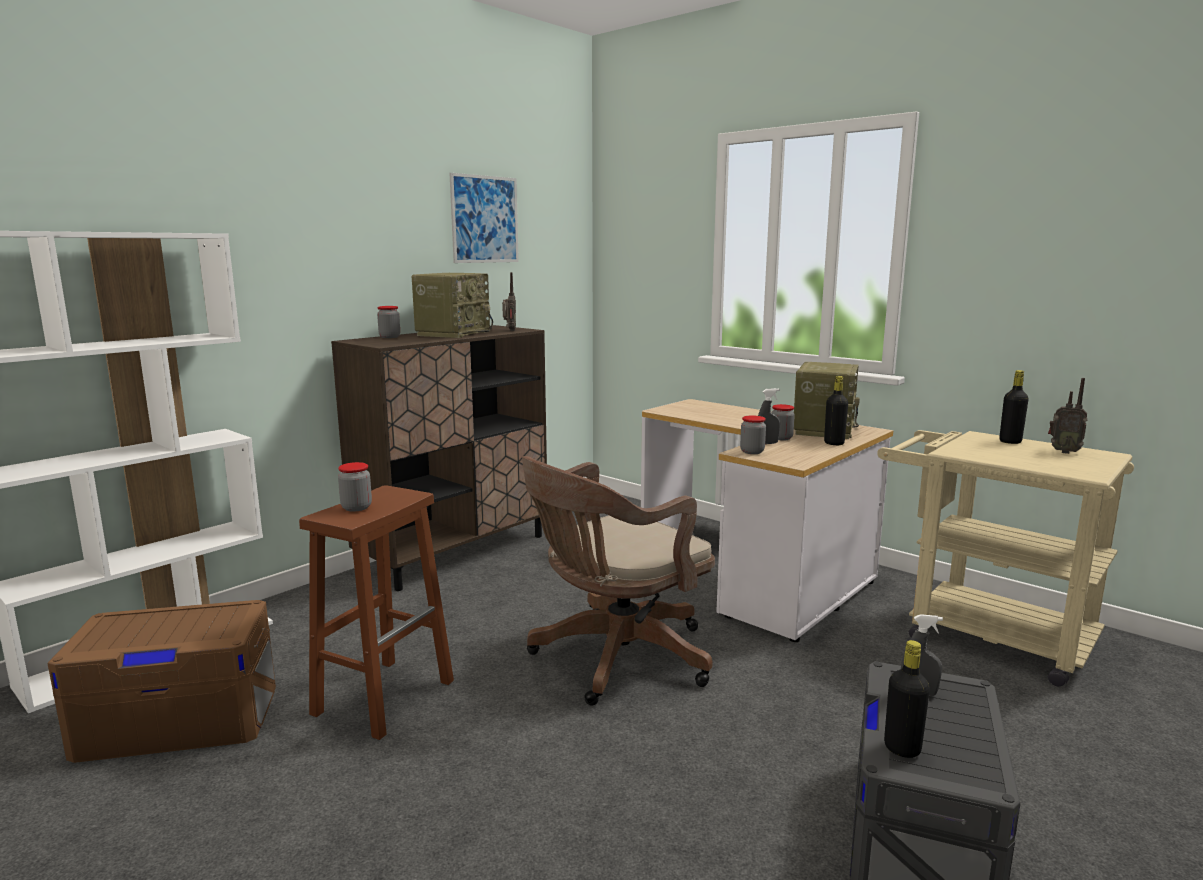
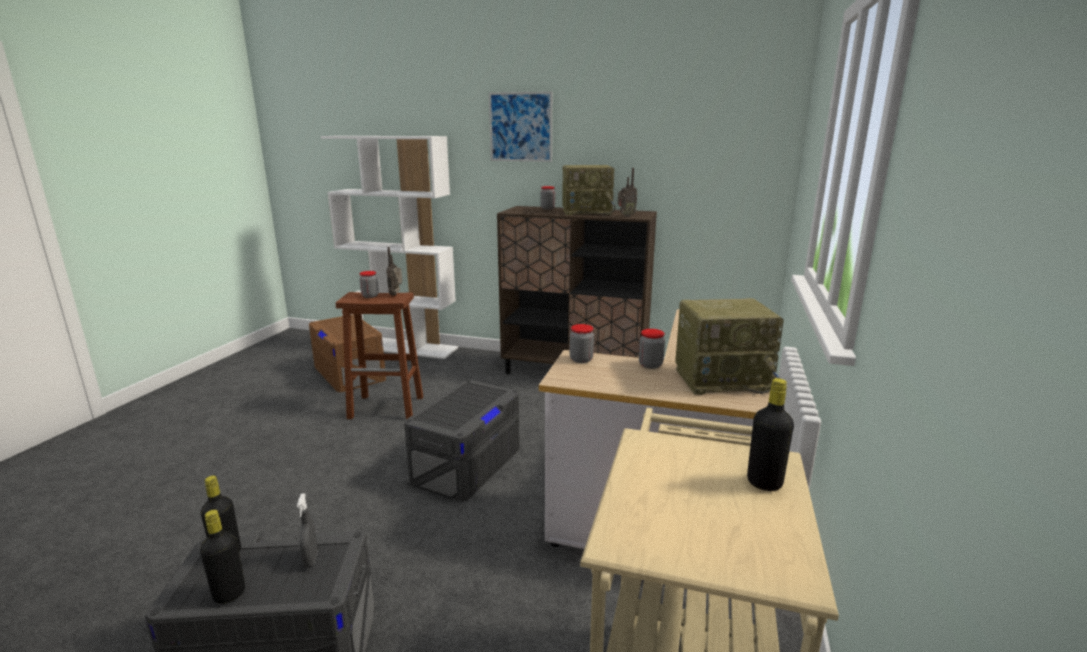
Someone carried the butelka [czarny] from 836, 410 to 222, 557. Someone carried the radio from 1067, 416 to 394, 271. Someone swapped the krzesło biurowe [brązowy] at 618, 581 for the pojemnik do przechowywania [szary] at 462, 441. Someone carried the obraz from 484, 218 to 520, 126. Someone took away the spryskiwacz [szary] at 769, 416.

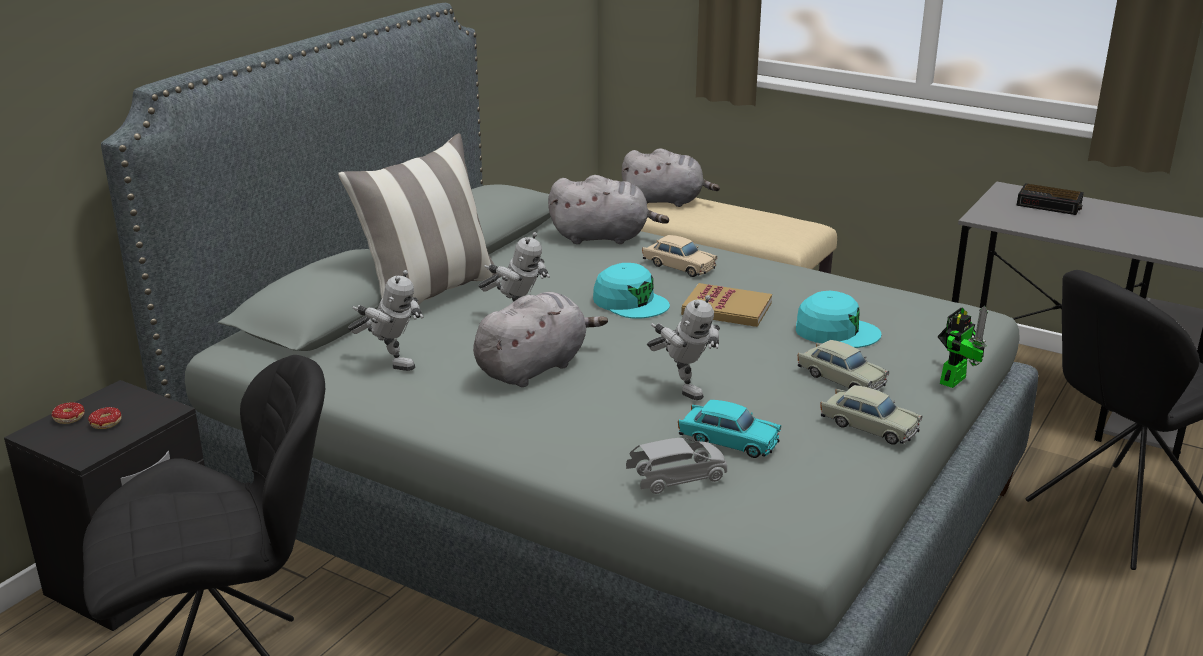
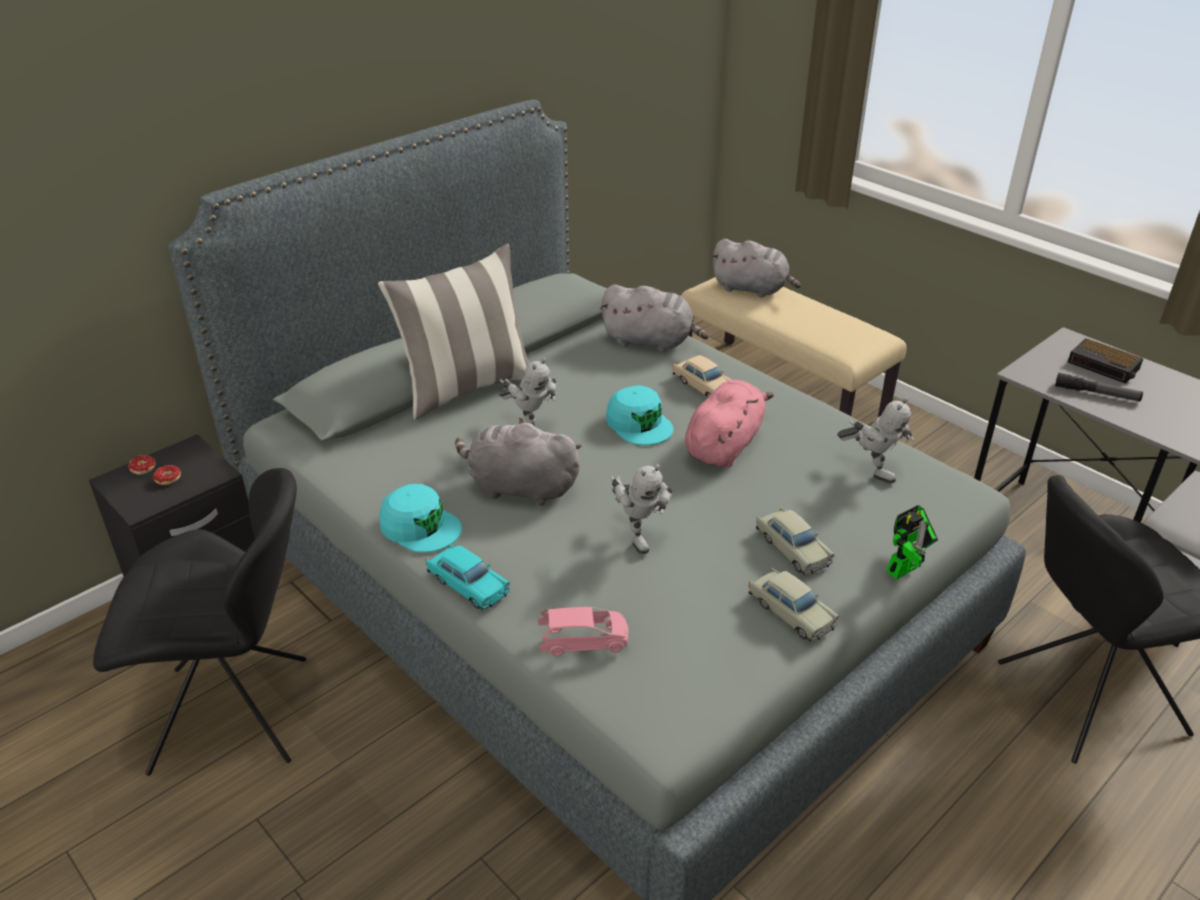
Someone carried the czapka z daszkiem [turkusowy] from 838, 319 to 420, 518. Someone carried the samochodzik [turkusowy] from 729, 429 to 468, 577. Someone rotated the pluszak [szary] at 540, 339 by 135 degrees counterclockwise. Someone repainted the samochodzik [szary] at 676, 466, which became the samochodzik [różowy] at 583, 631. Someone swapped the książka at 726, 305 for the pluszak [różowy] at 729, 424. Someone carried the robot zabawkowy from 385, 320 to 875, 440. Someone put down the latarka at 1099, 387.

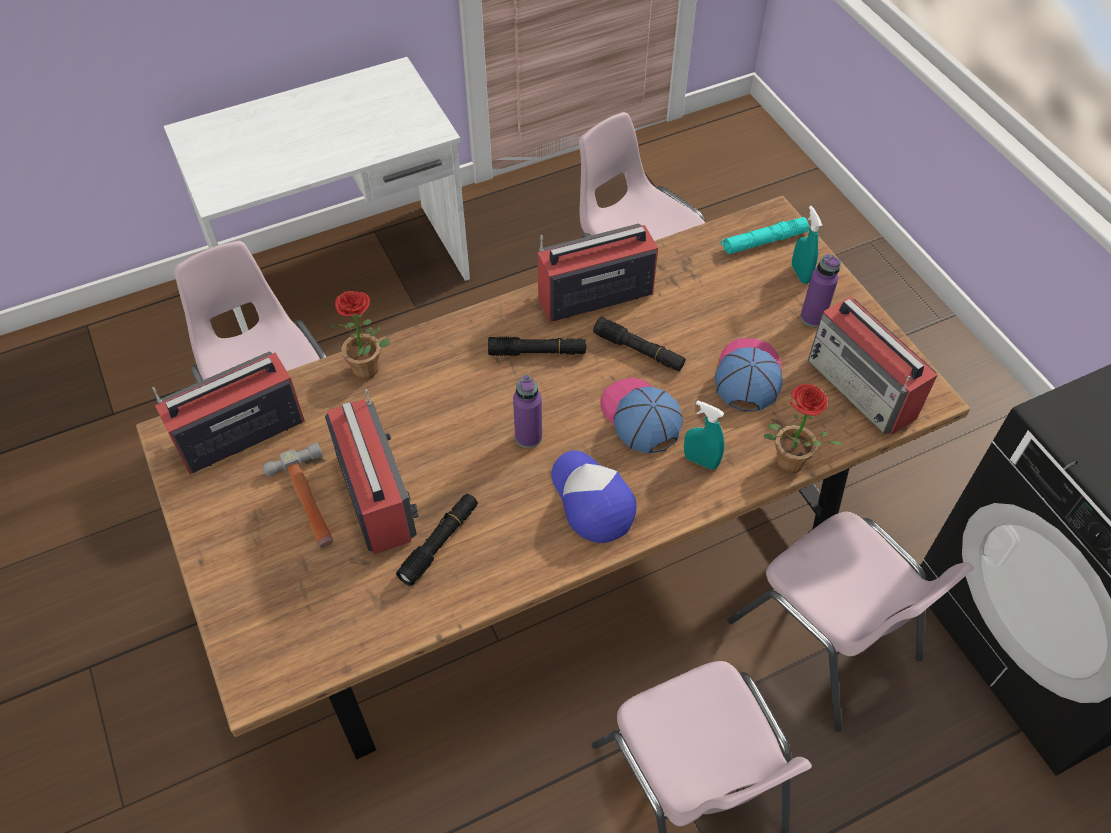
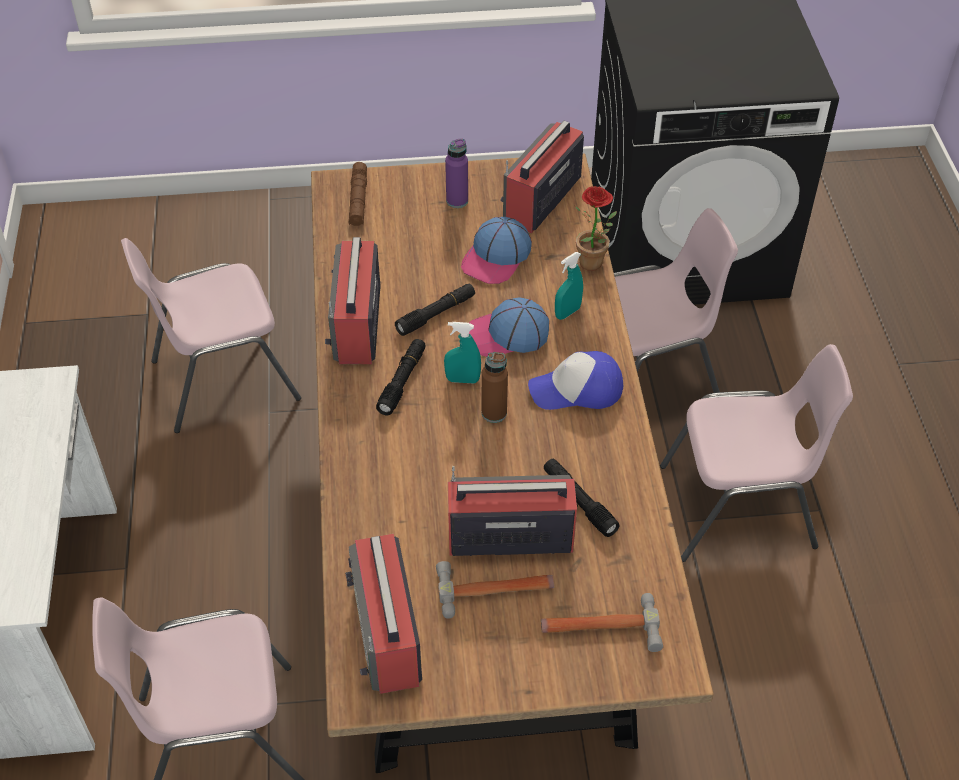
Someone repainted the latarka [turkusowy] at 765, 236, which became the latarka [brązowy] at 357, 194. Someone carried the spryskiwacz [turkusowy] from 807, 245 to 462, 353. Someone rotated the czapka z daszkiem at 749, 375 by 90 degrees counterclockwise. Someone repainted the butelka [fioletowy] at 527, 411, which became the butelka [brązowy] at 495, 387. Someone rotated the radio at 872, 366 by 135 degrees clockwise. Someone put down the młotek at 602, 622. Someone took away the roślina doniczkowa at 359, 335.

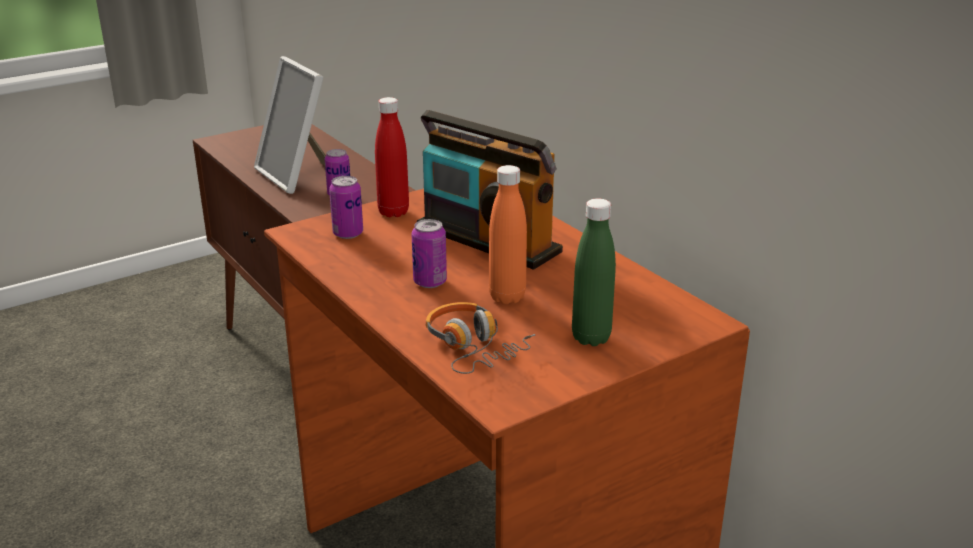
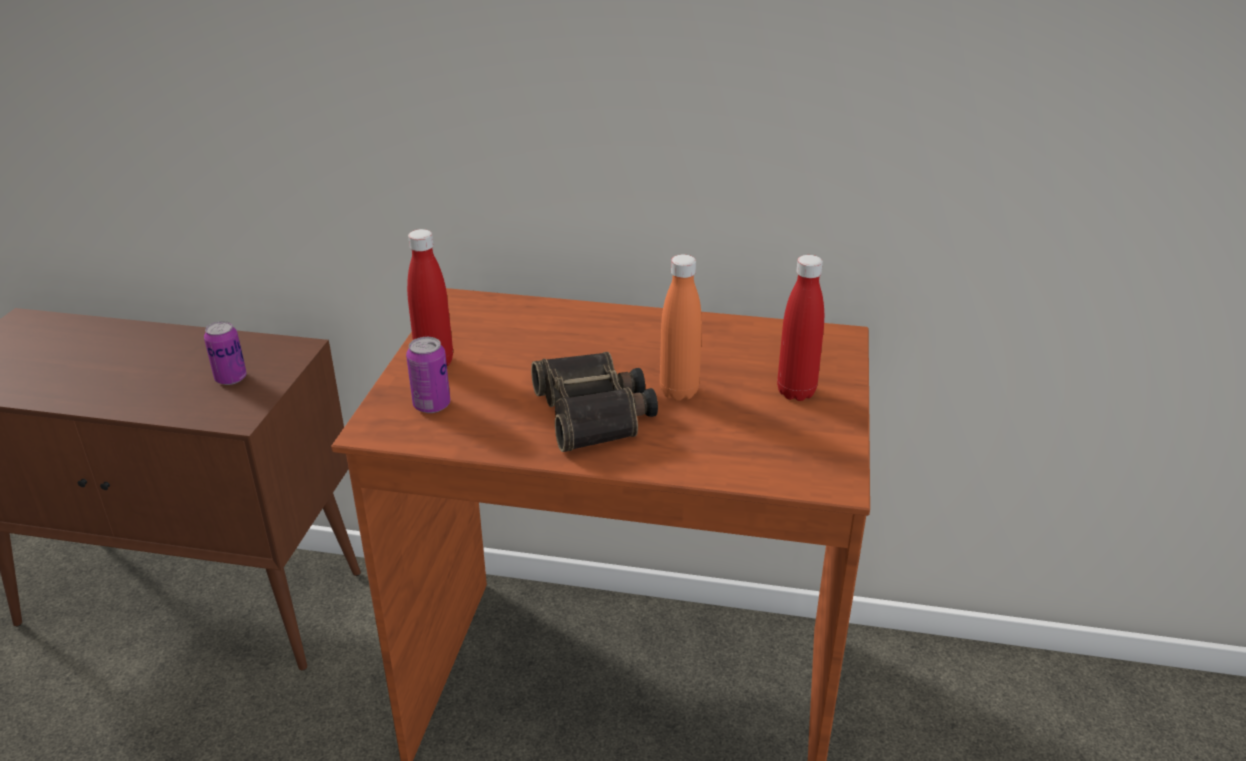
Someone swapped the puszka at 429, 253 for the lornetka at 594, 402. Someone repainted the butelka [zielony] at 594, 272, which became the butelka [czerwony] at 800, 328. Someone took away the ramka na zdjęcie at 290, 125. Someone took away the radio at 490, 190. Someone took away the słuchawki at 480, 338.

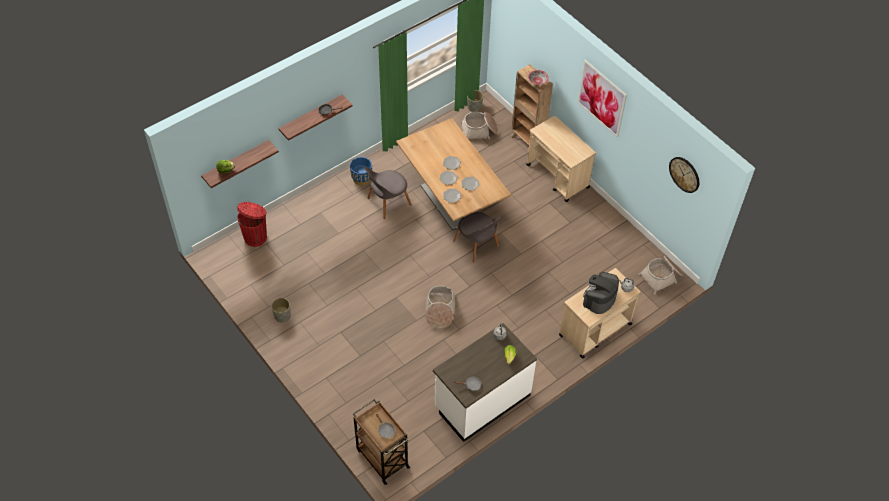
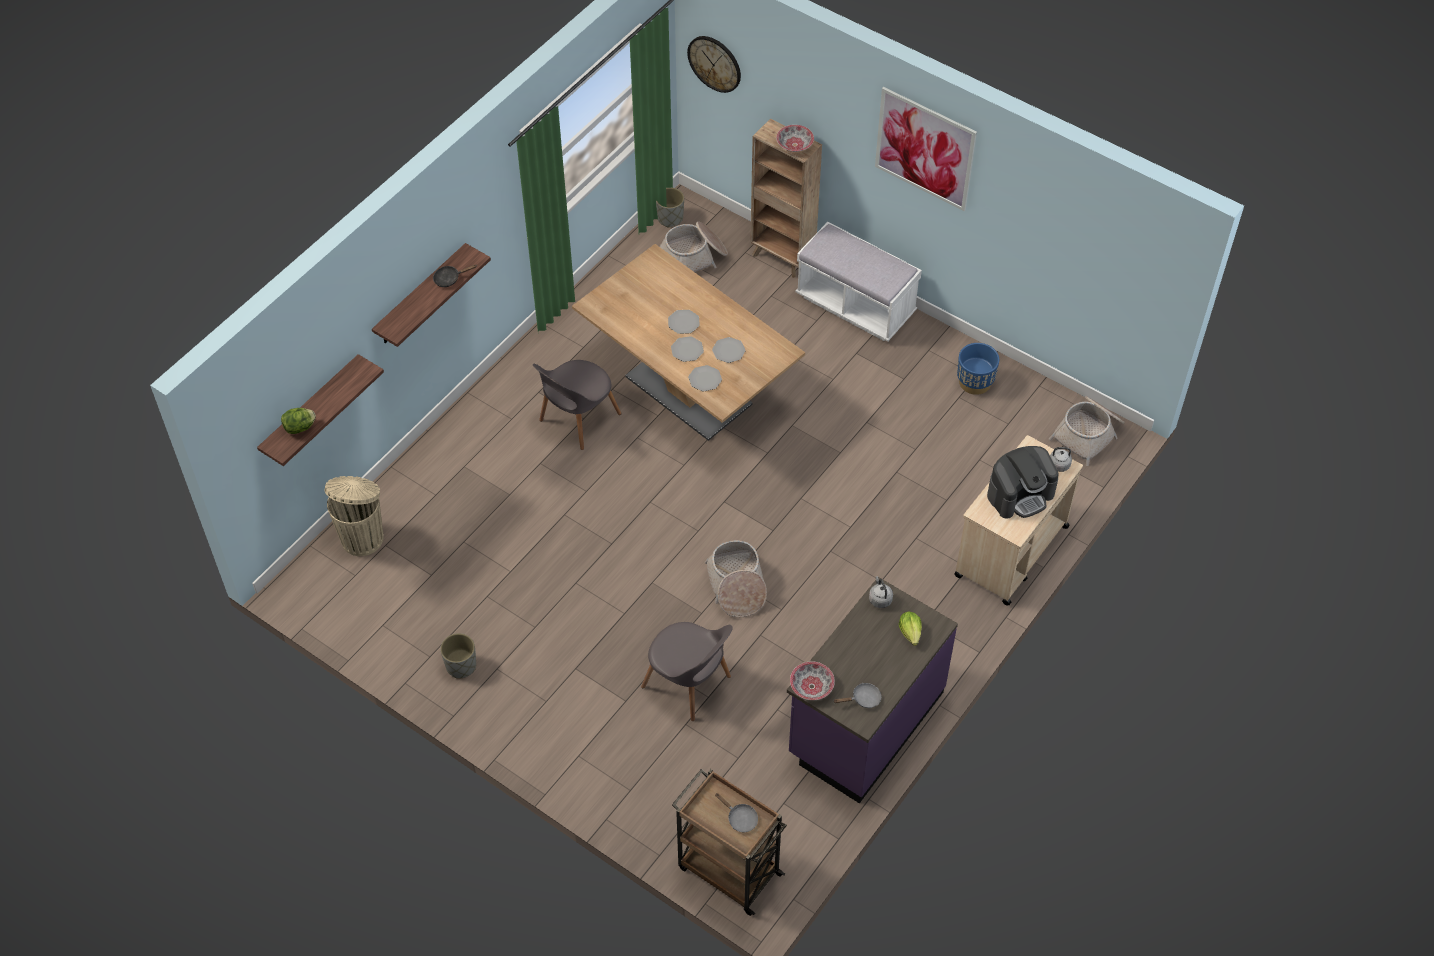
Someone repainted the kosz na śmieci [czerwony] at 252, 224, which became the kosz na śmieci [beżowy] at 354, 516. Someone carried the krzesło [szary] from 477, 237 to 687, 671. Someone carried the zegar ścienny from 684, 175 to 714, 64. Someone repainted the zabudowa kuchenna [biały] at 485, 382, which became the zabudowa kuchenna [fioletowy] at 872, 690. Someone put down the miska at 812, 680. Someone swapped the wózek [beżowy] at 561, 159 for the ławka [biały] at 859, 282. Someone carried the donica [niebieski] from 361, 171 to 978, 369. Someone rotated the ekspres do kawy at 601, 293 by 135 degrees counterclockwise.

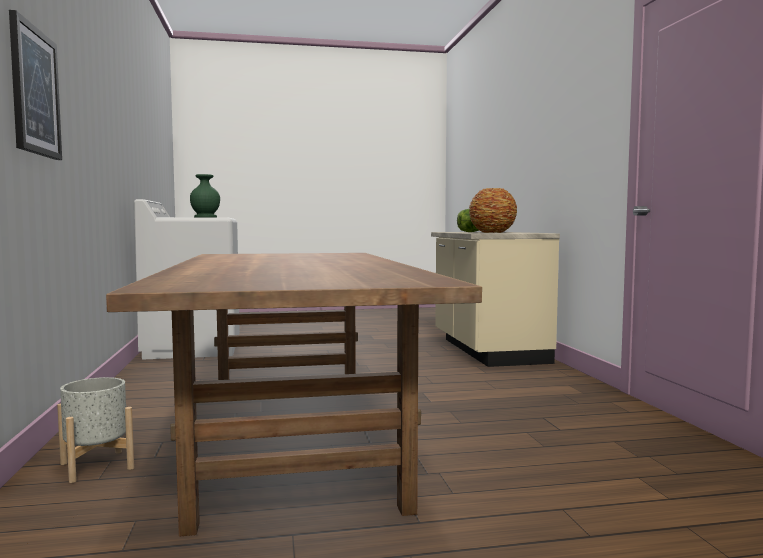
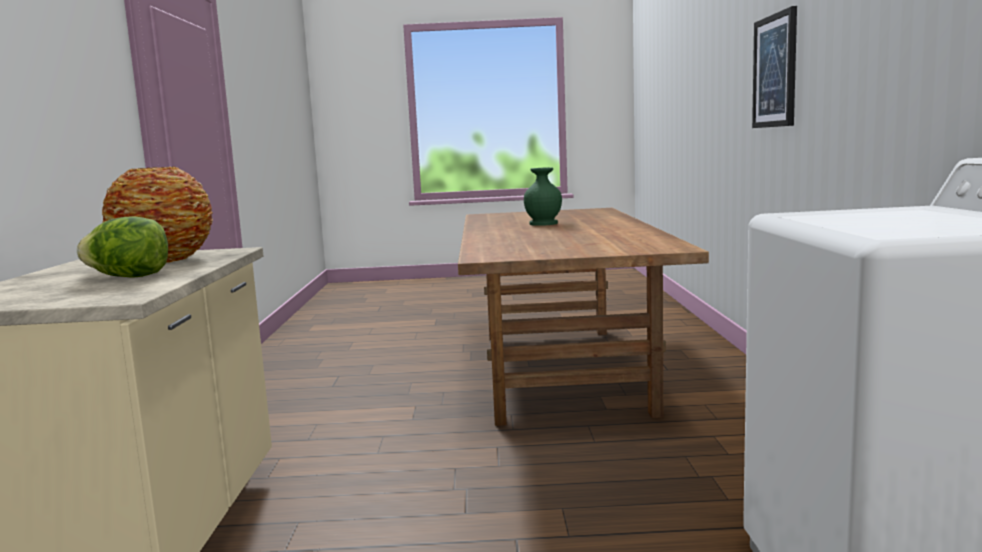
Someone carried the wazon [zielony] from 205, 195 to 543, 196. Someone took away the donica [szary] at 95, 430.

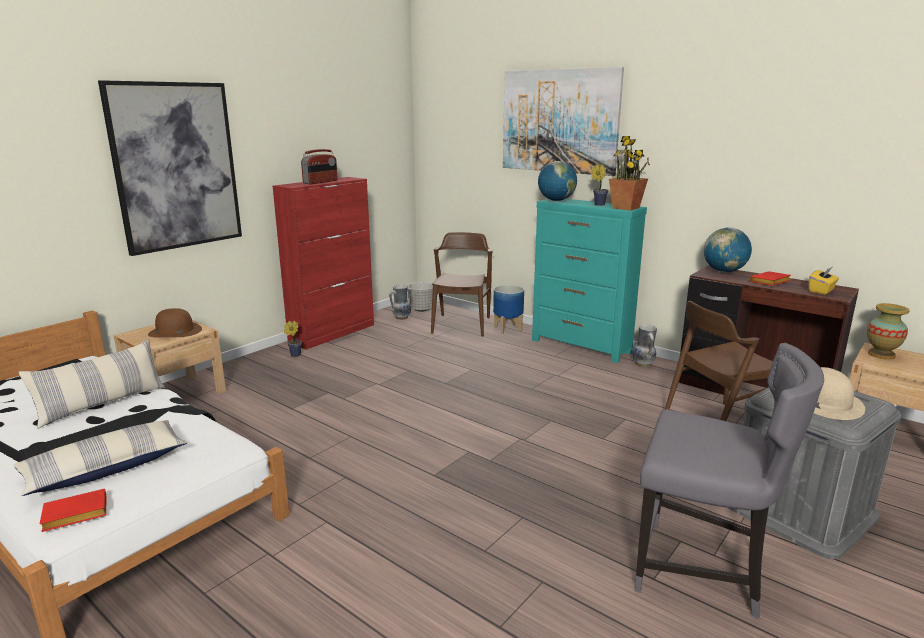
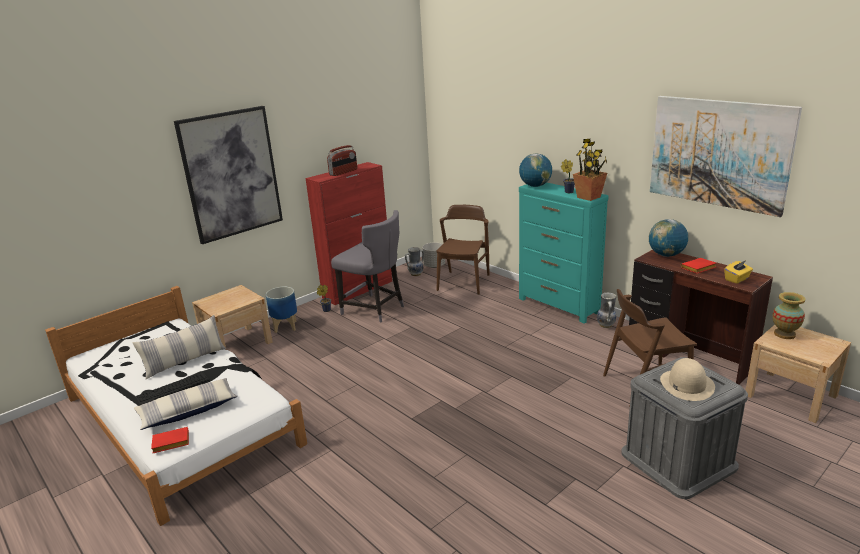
Someone carried the donica from 508, 309 to 281, 310. Someone carried the krzesło [szary] from 729, 481 to 367, 266. Someone carried the obraz from 563, 121 to 726, 156. Someone took away the kapelusz [brązowy] at 175, 323.

